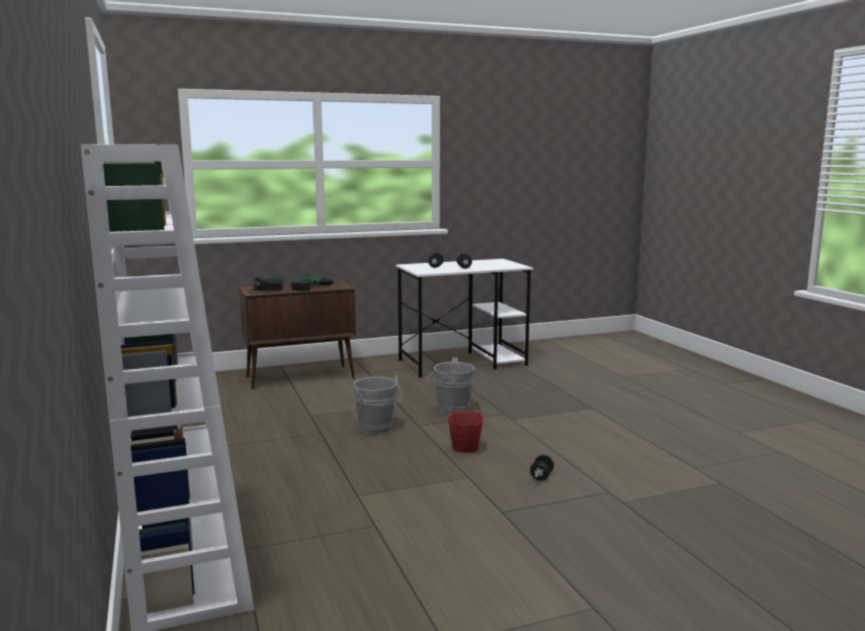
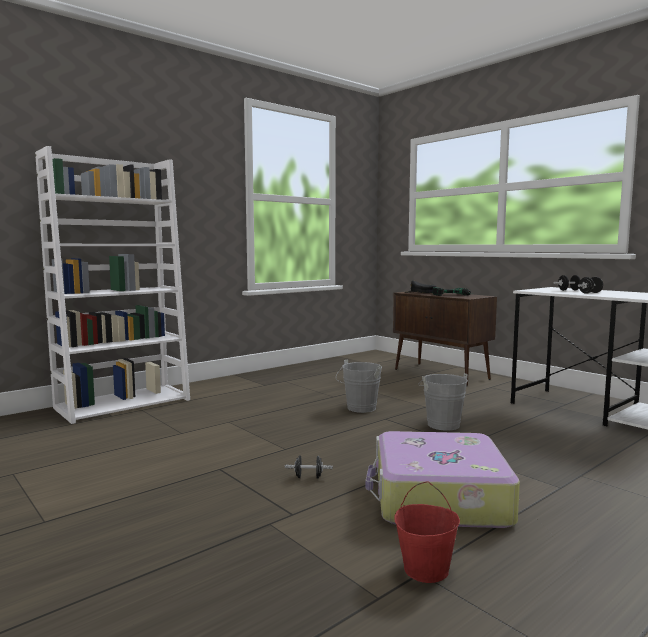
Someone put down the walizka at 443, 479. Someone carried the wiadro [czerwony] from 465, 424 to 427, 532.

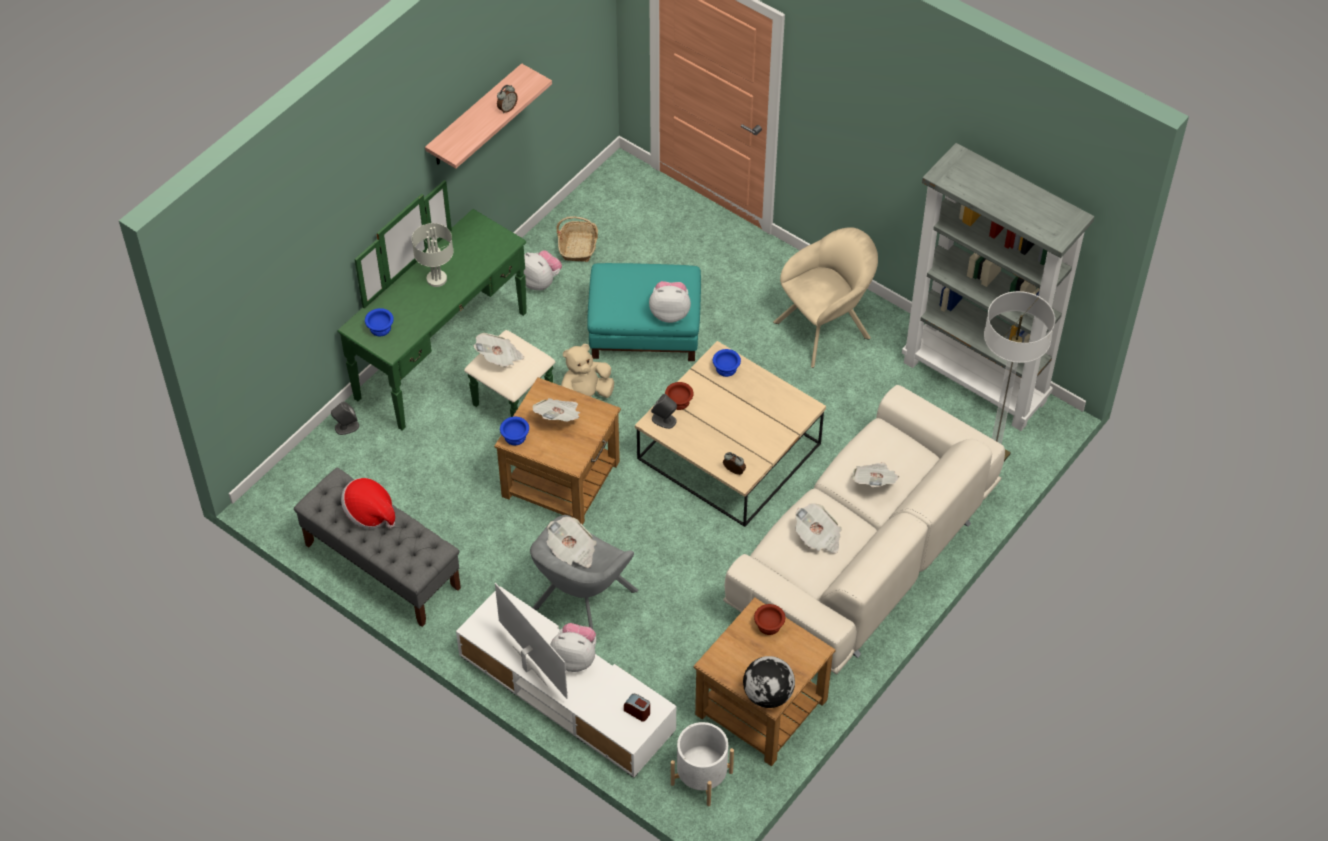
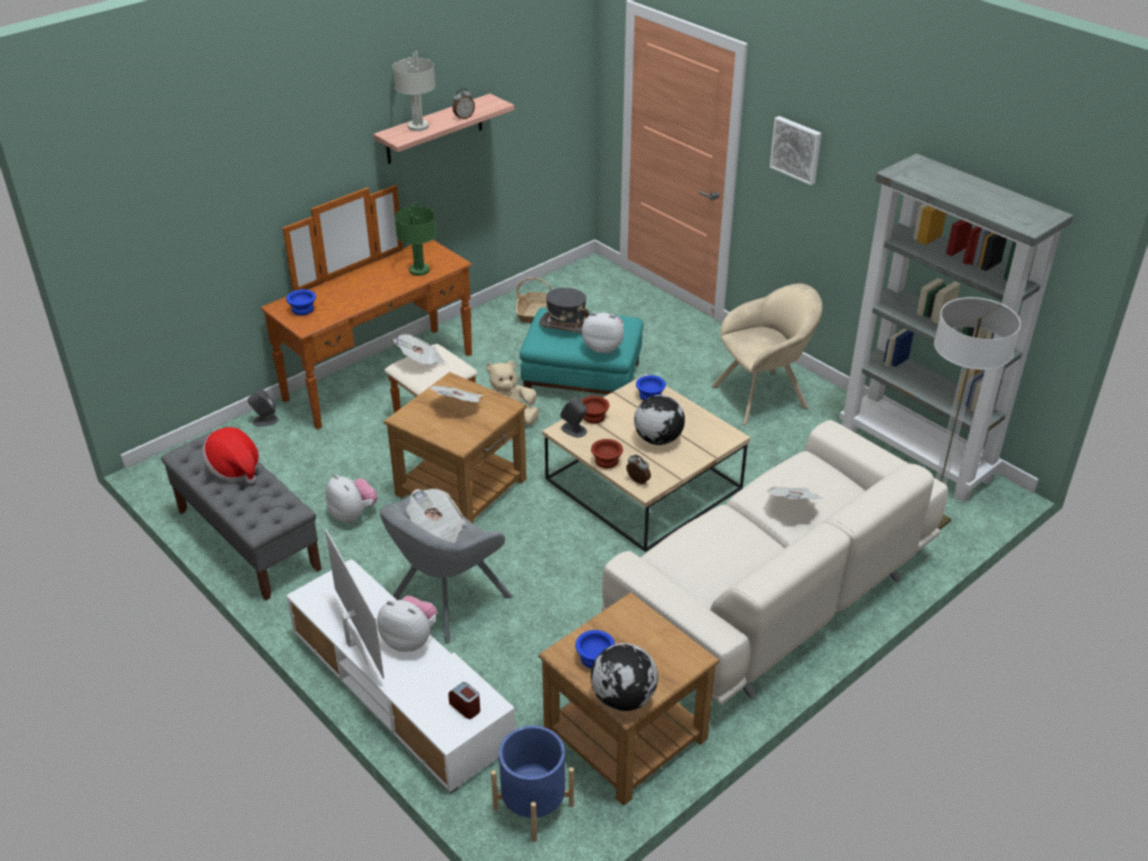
Someone repainted the komoda [zielony] at 446, 305, which became the komoda [brązowy] at 369, 307. Someone carried the pluszak from 543, 270 to 352, 498. Someone carried the lampa stołowa [szary] from 432, 255 to 413, 91. Someone put down the lampa stołowa [zielony] at 415, 239. Someone repainted the donica [biały] at 702, 764, which became the donica [niebieski] at 532, 783. Someone put down the kapelusz [szary] at 564, 310. Someone carried the miska [niebieski] from 514, 431 to 595, 649. Someone carried the miska [brązowy] from 769, 619 to 607, 453. Someone put down the globus at 659, 420. Someone put up the obraz at 796, 150. Someone took away the gazeta at 818, 528.

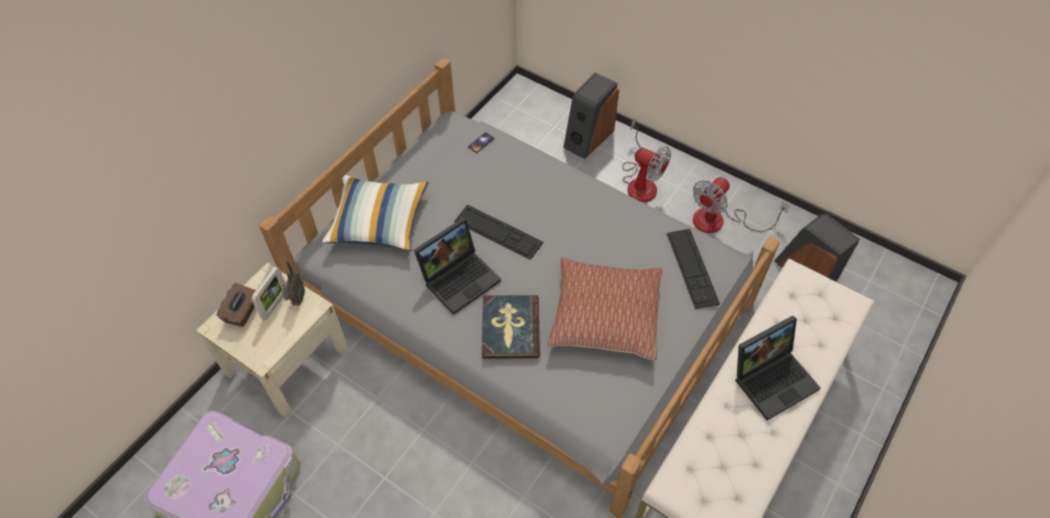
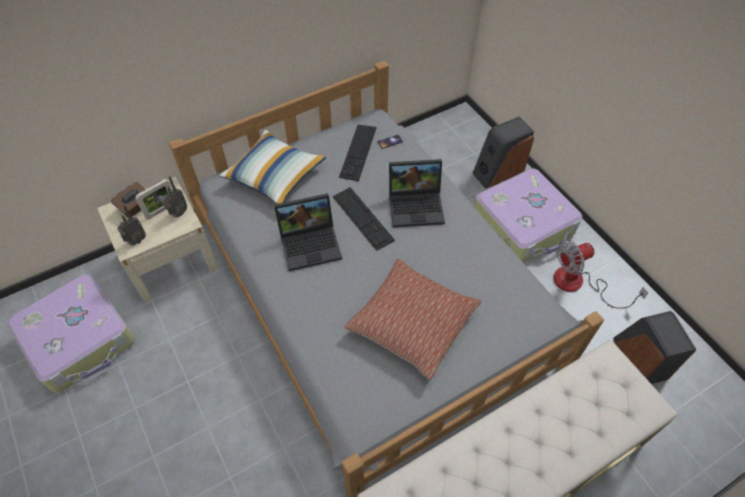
Someone put down the radio at 131, 225. Someone carried the klawiatura from 693, 269 to 357, 153. Someone carried the laptop from 777, 367 to 417, 193. Someone swapped the wentylator at 646, 160 for the walizka at 528, 215. Someone took away the książka at 511, 327.

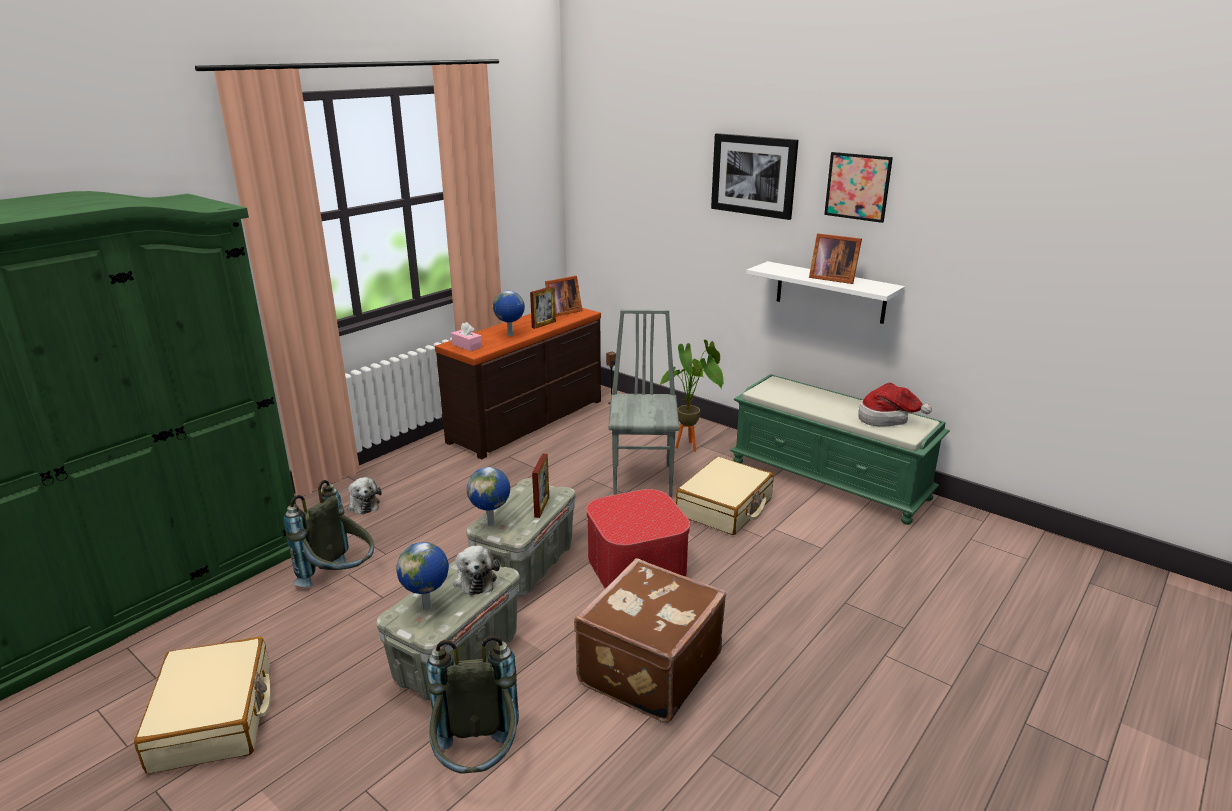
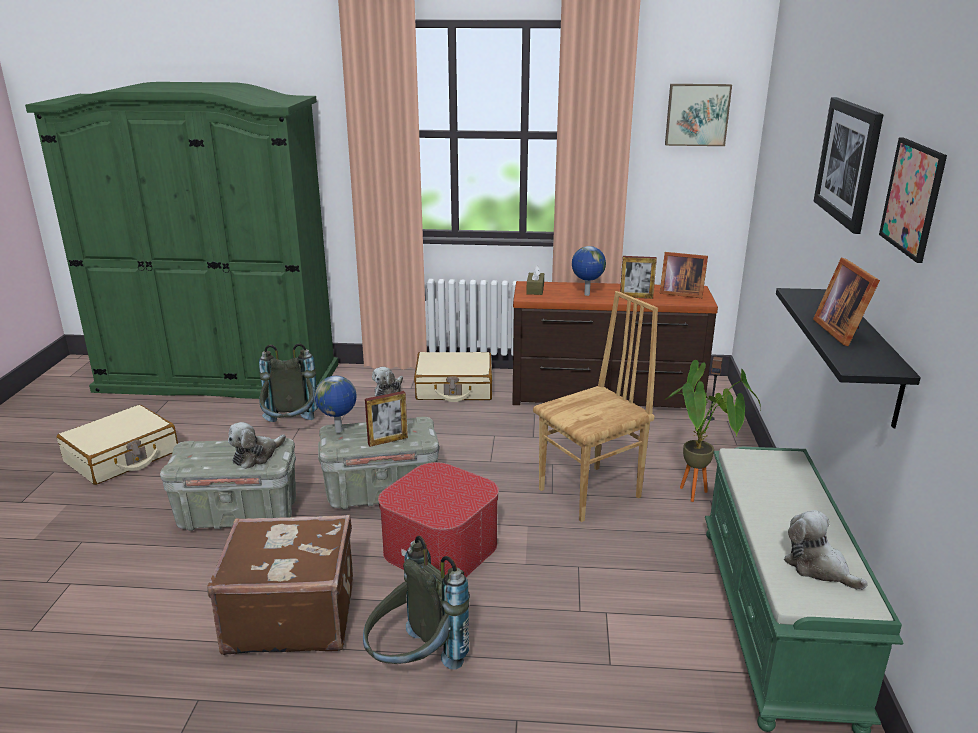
Someone carried the plecak [szary] from 473, 704 to 416, 602. Someone carried the walizka [beżowy] from 724, 496 to 453, 377. Someone repainted the pudełko chusteczek [różowy] at 466, 336, which became the pudełko chusteczek [brązowy] at 535, 280. Someone repainted the krzesło [szary] at 644, 403, which became the krzesło [brązowy] at 595, 406. Someone put up the obraz at 698, 115. Someone repainted the półka [biały] at 825, 292, which became the półka [czarny] at 848, 358. Someone swapped the kapelusz at 895, 404 for the pluszak at 826, 550. Someone took away the globus at 422, 576.

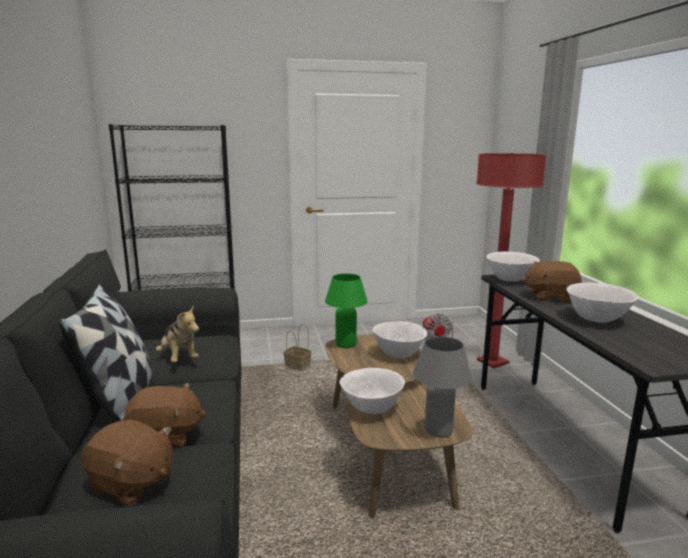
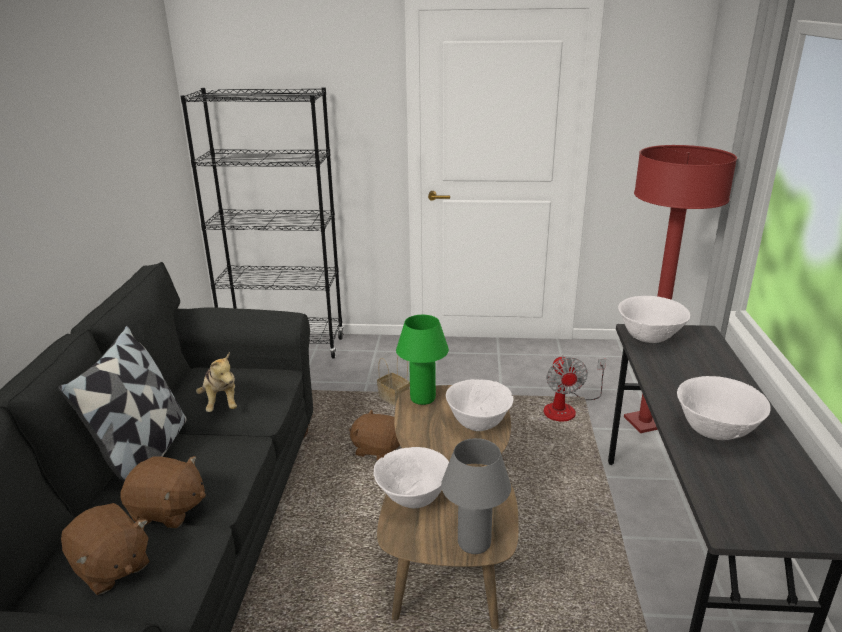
Someone carried the pluszak [brązowy] from 552, 281 to 374, 434.

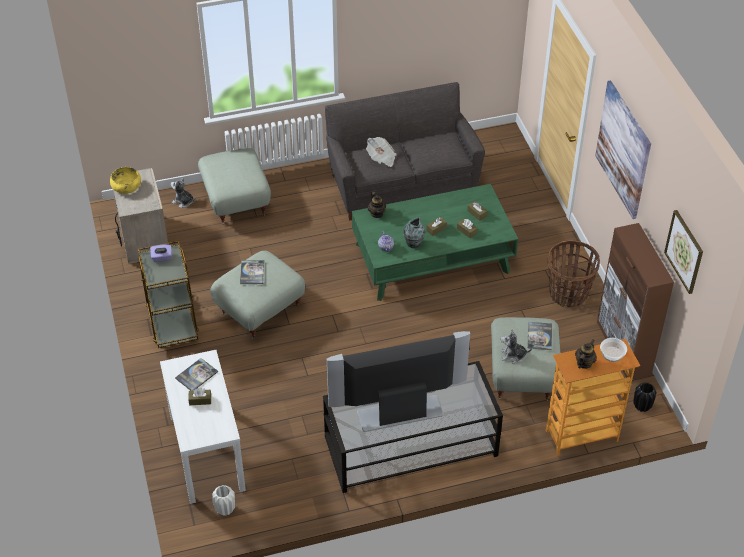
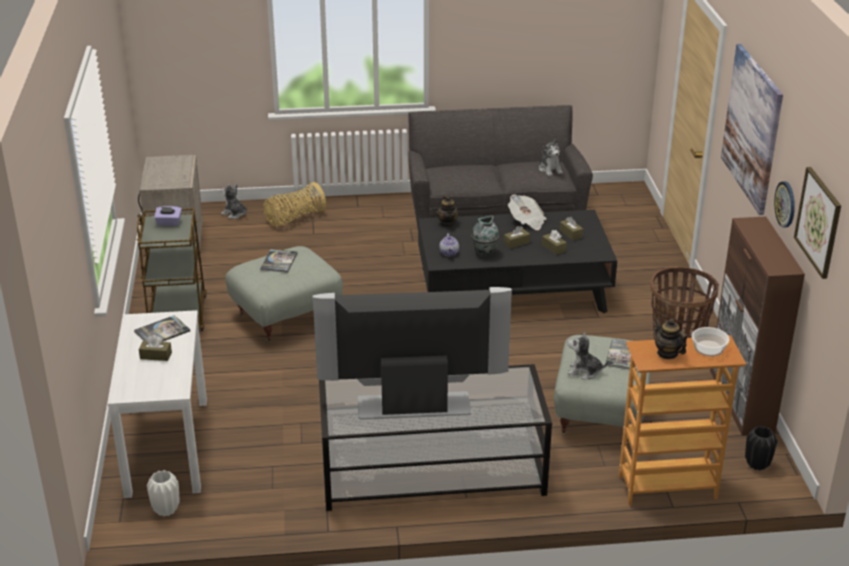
Someone swapped the pufa [szary] at 234, 186 for the koszyk at 294, 204. Someone repainted the ława [zielony] at 435, 242, which became the ława [czarny] at 517, 261. Someone carried the gazeta from 381, 152 to 527, 212. Someone put down the pluszak at 551, 157. Someone rotated the imbryk at 586, 354 by 75 degrees counterclockwise. Someone put up the zegar ścienny at 784, 204. Someone took away the miska [żółty] at 125, 180.

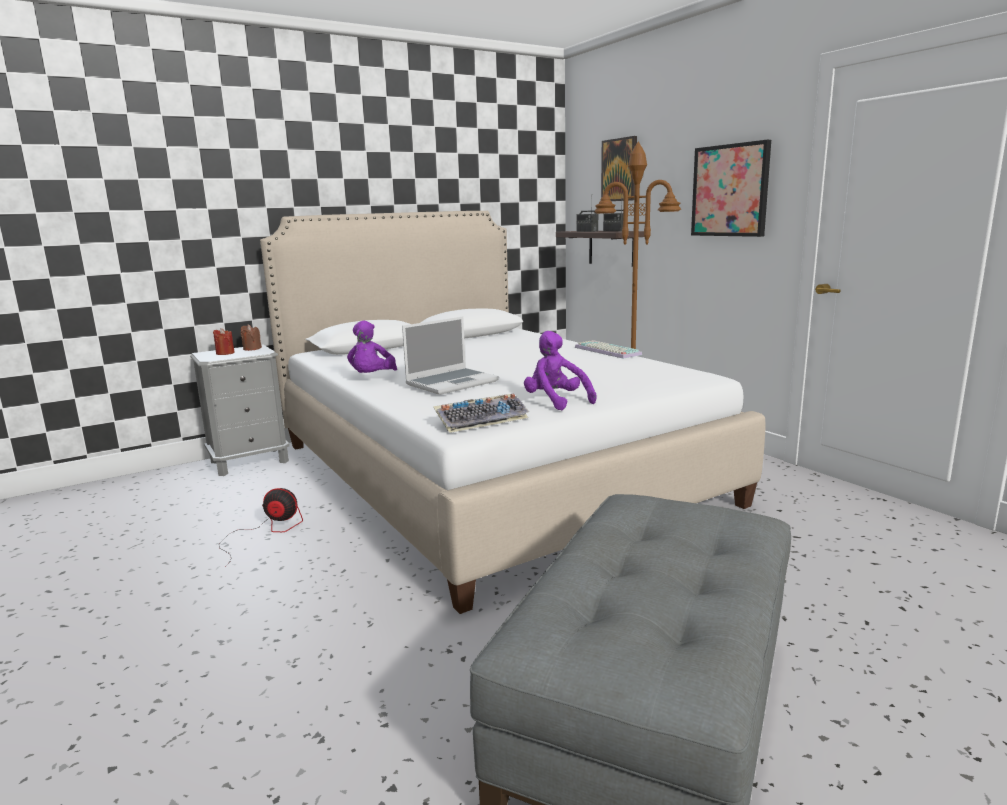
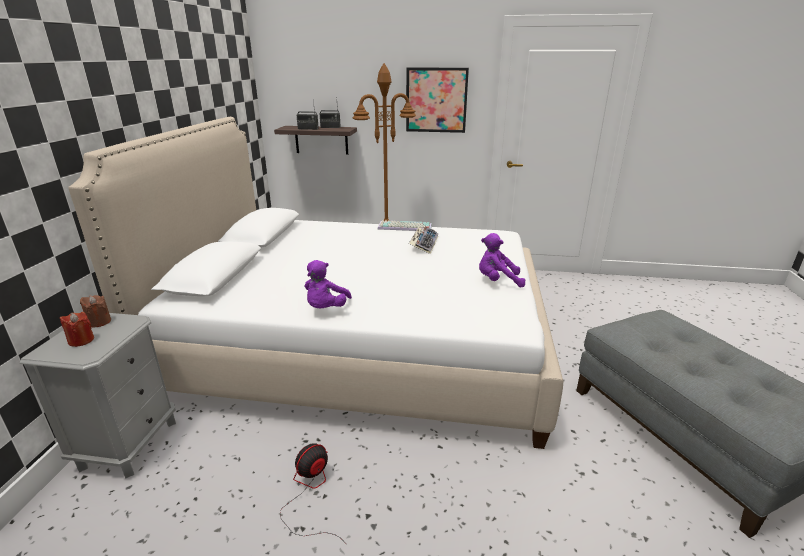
Someone rotated the pluszak [fioletowy] at 372, 347 by 60 degrees clockwise. Someone carried the klawiatura from 481, 413 to 423, 240. Someone took away the laptop at 450, 356. Someone took away the obraz at 619, 168.

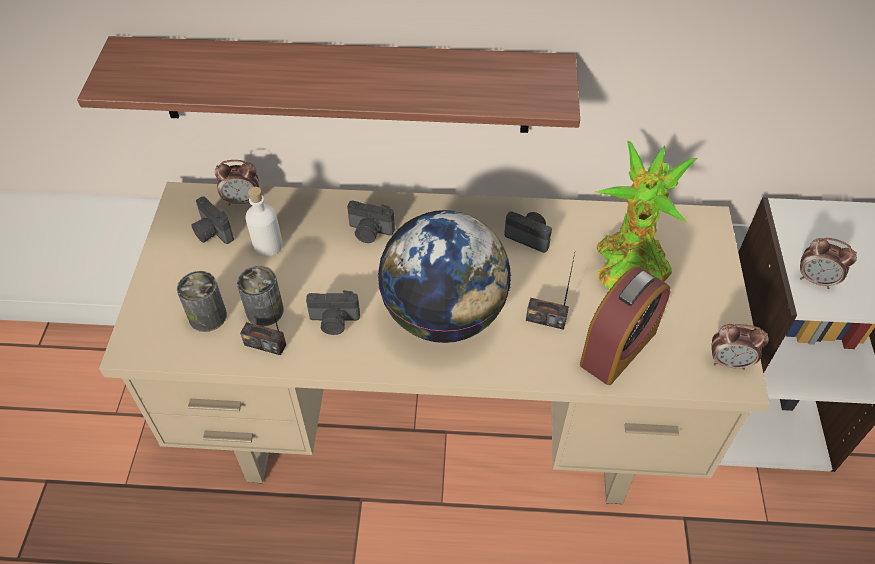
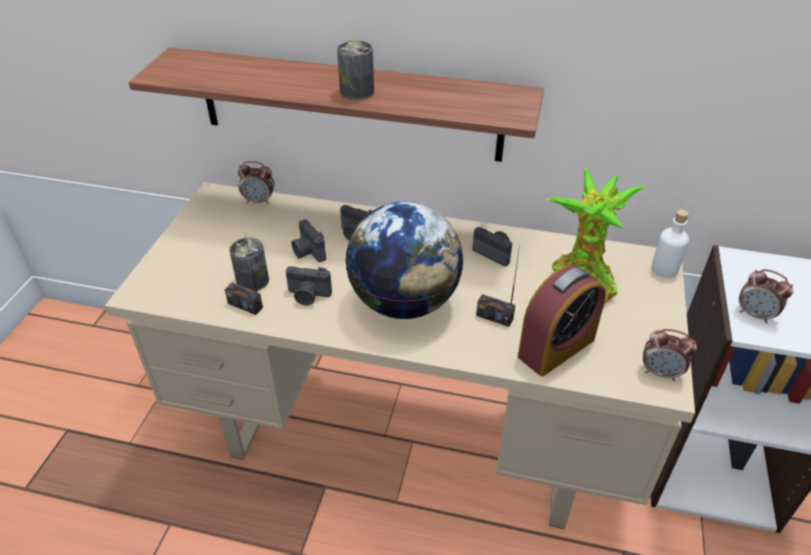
Someone carried the aparat fotograficzny from 212, 220 to 308, 240. Someone carried the puszka from 202, 301 to 355, 70. Someone carried the butelka [biały] from 264, 222 to 670, 243.

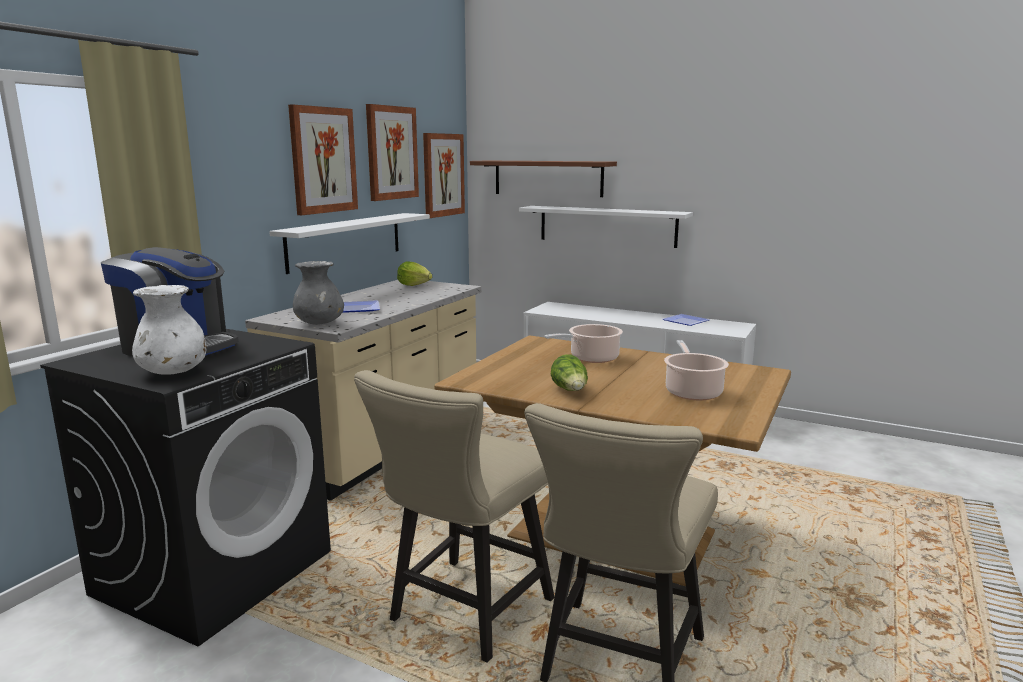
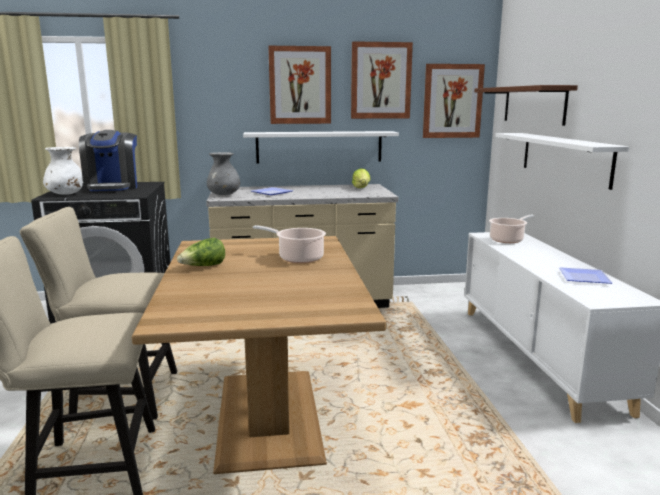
Someone carried the garnek from 696, 370 to 511, 229.

